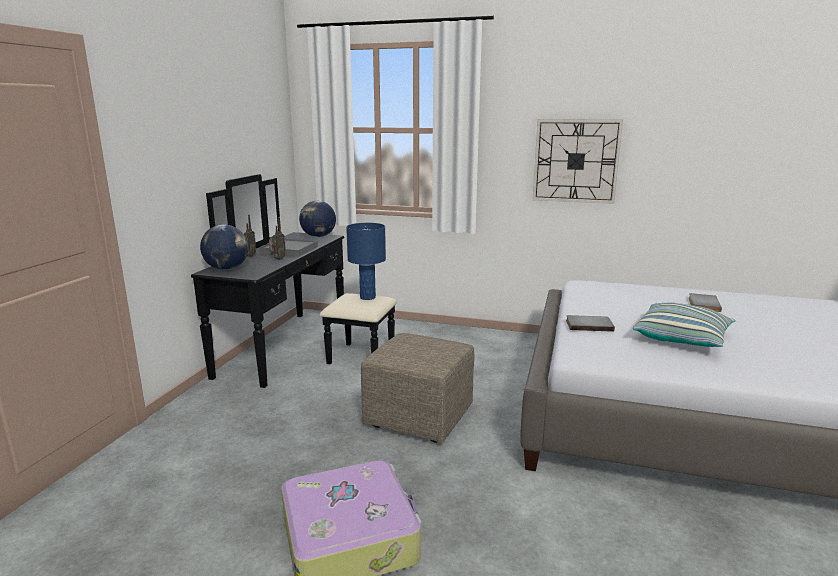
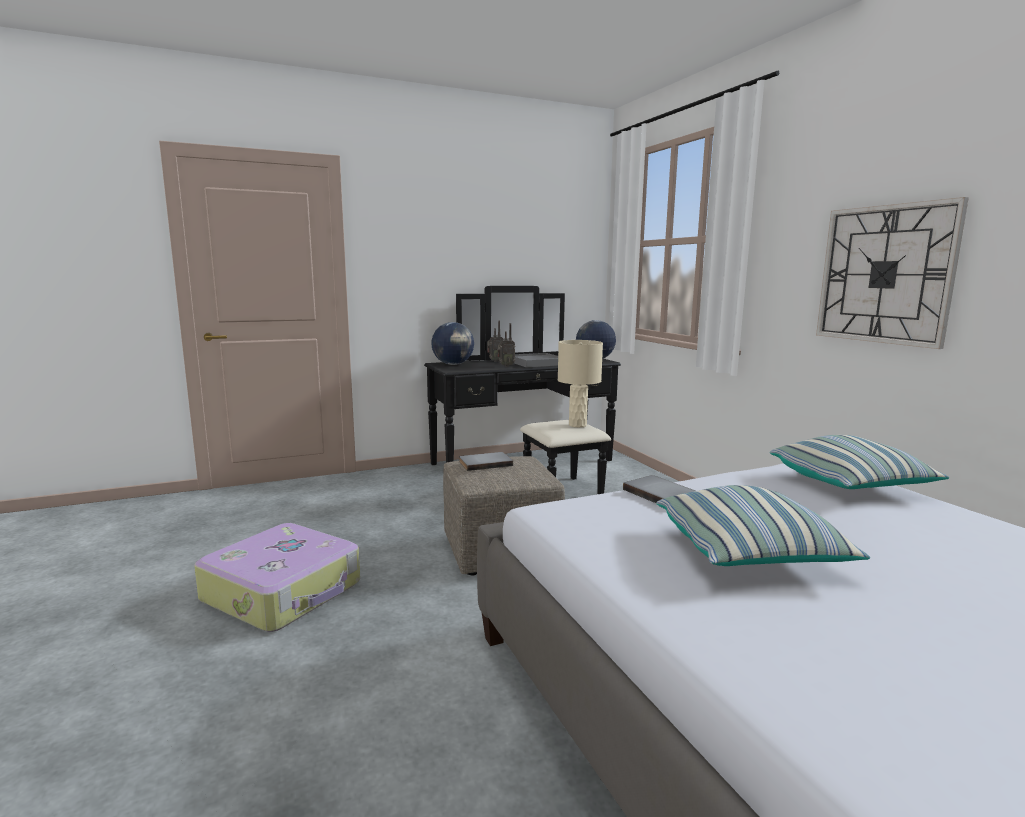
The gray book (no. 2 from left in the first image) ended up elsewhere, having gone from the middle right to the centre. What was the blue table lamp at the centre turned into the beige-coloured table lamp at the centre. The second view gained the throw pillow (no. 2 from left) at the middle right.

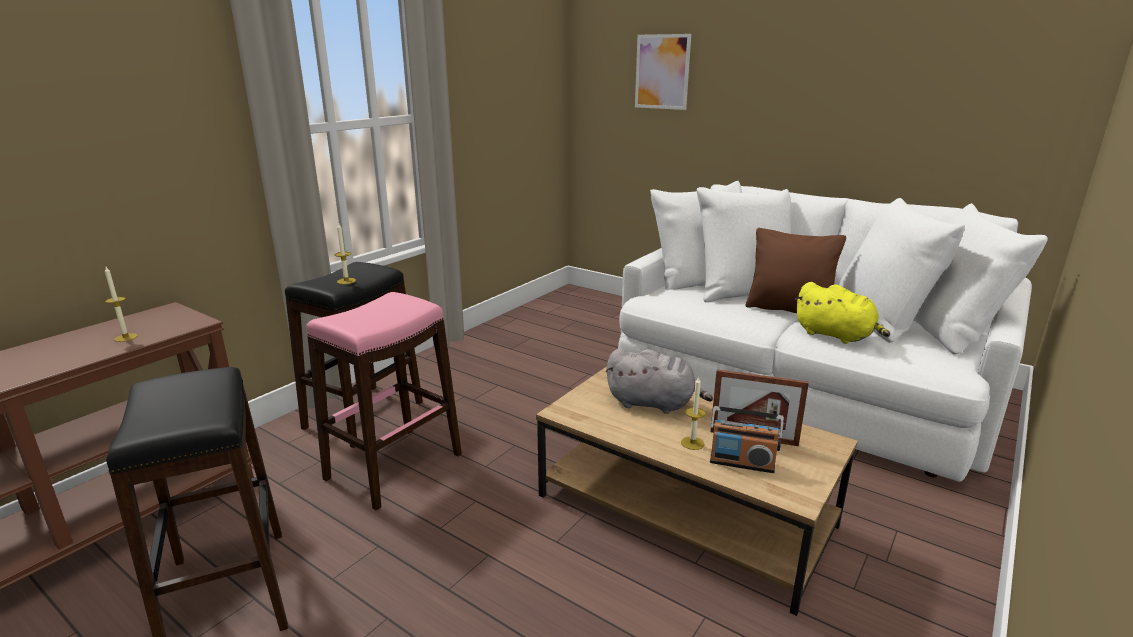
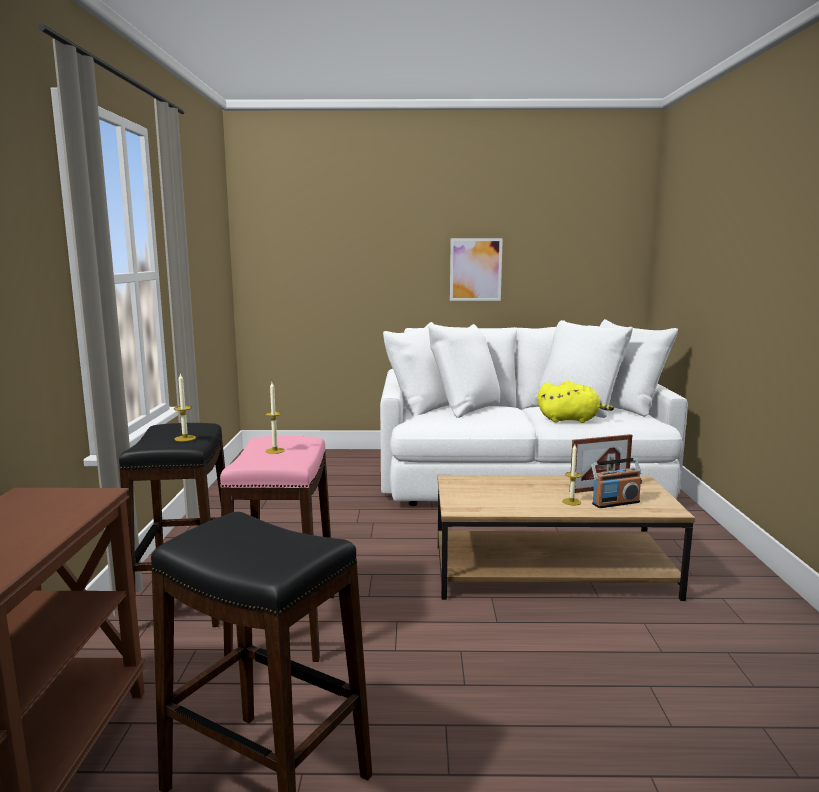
The wax light (no. 1 from left in the first image) ended up elsewhere, having gone from the middle left to the centre. The picture ended up elsewhere, having gone from the top centre to the centre. The second view lost the gray soft toy at the centre. The second view lost the brown-coloured throw pillow at the middle right.

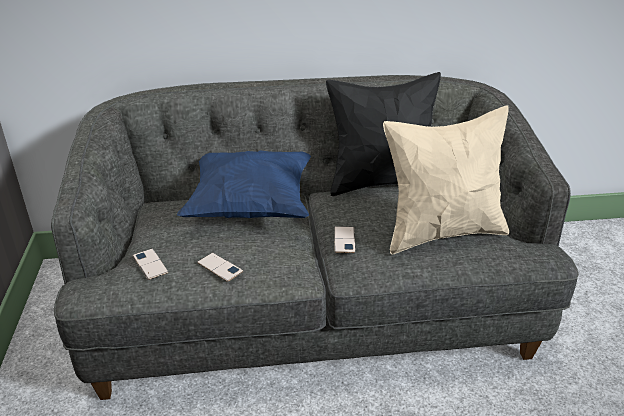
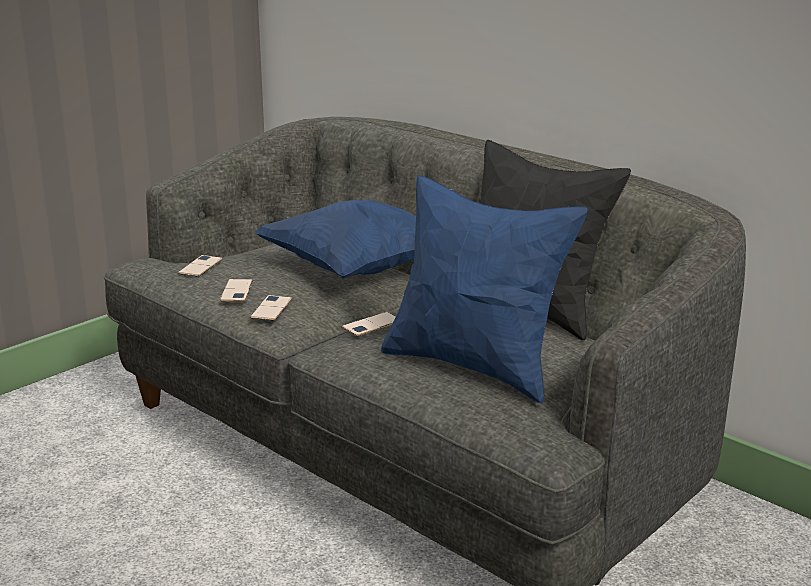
The second view gained the telephone (no. 3 from left) at the centre. What was the beige-coloured throw pillow at the middle right turned into the blue throw pillow (no. 2 from left) at the centre.

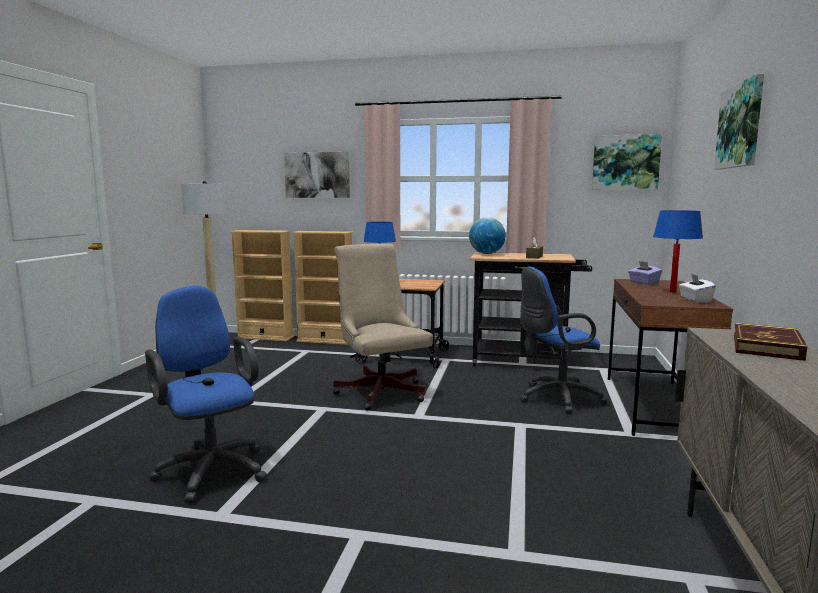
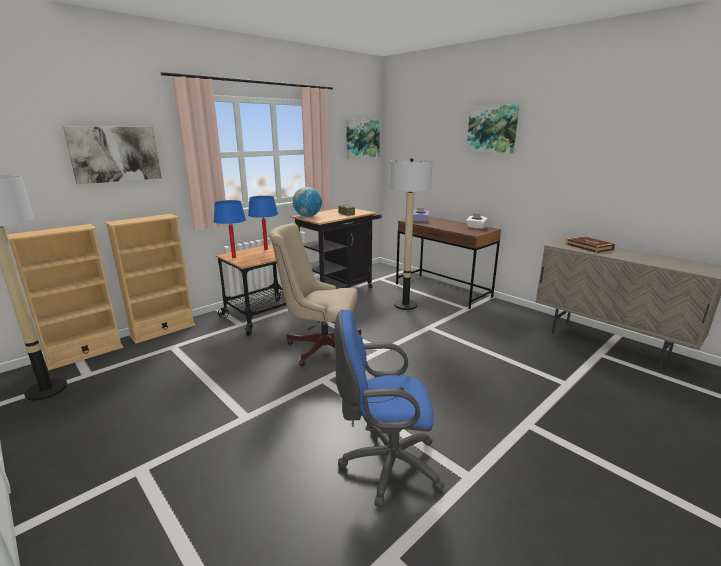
The blue table lamp (no. 2 from left) ended up elsewhere, having gone from the middle right to the centre. Where the blue office chair (no. 2 from left) stood at the middle right, the floor lamp (no. 2 from left) came to stand at the centre.

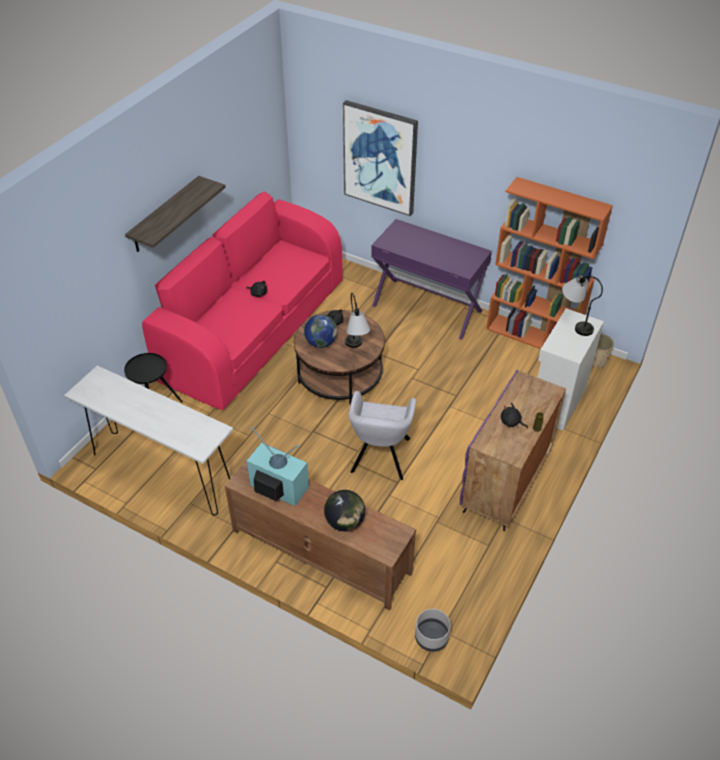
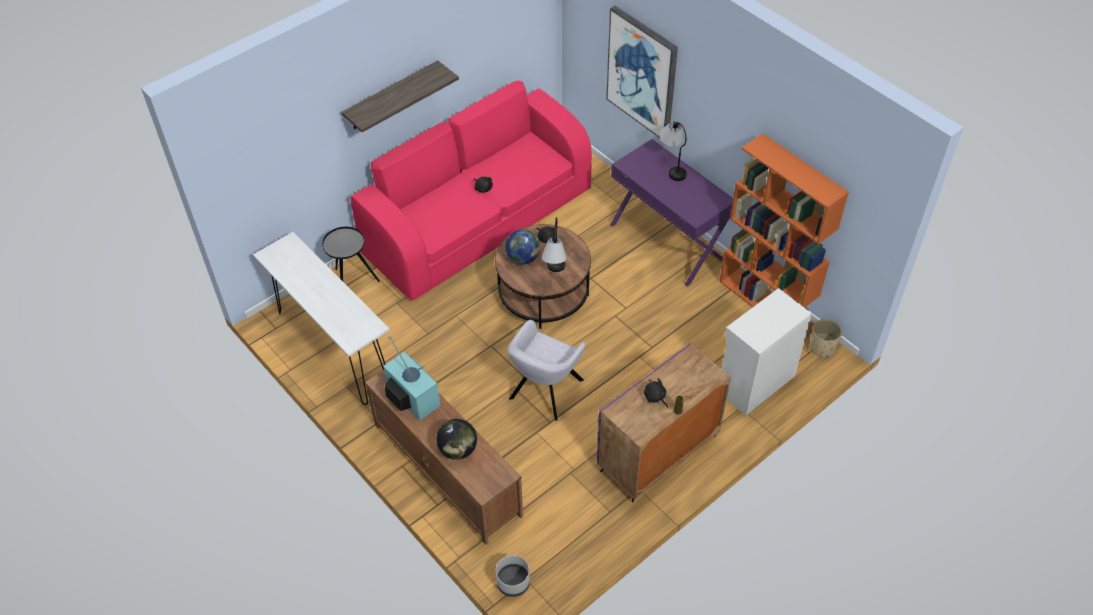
The table lamp (no. 2 from left) ended up elsewhere, having gone from the middle right to the top centre.

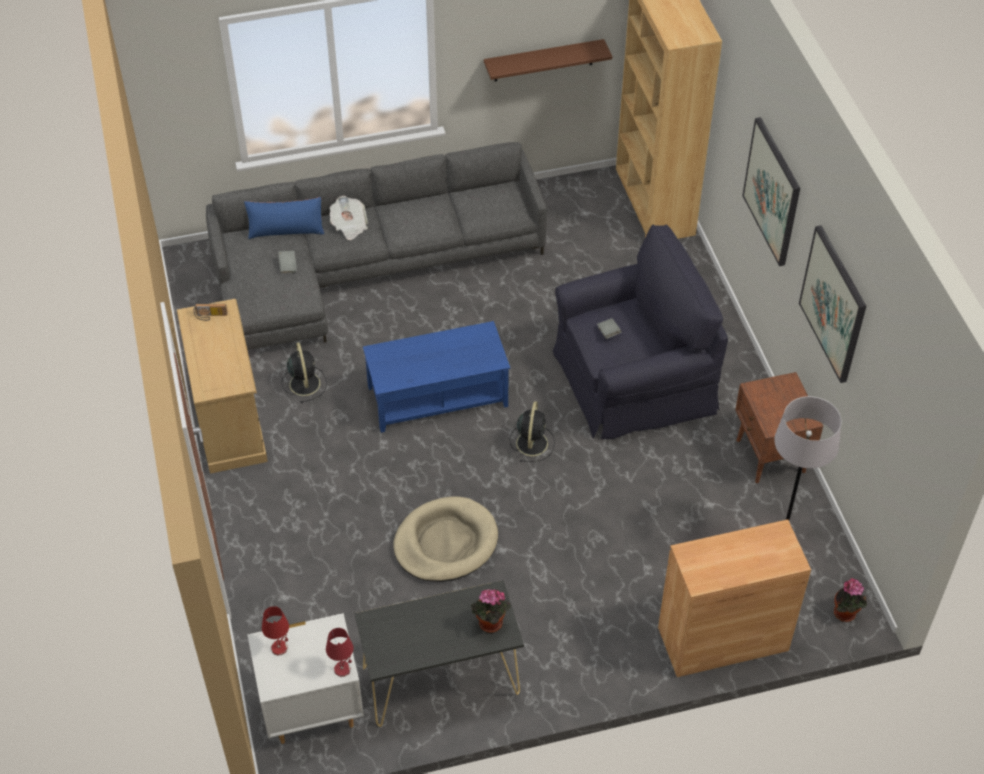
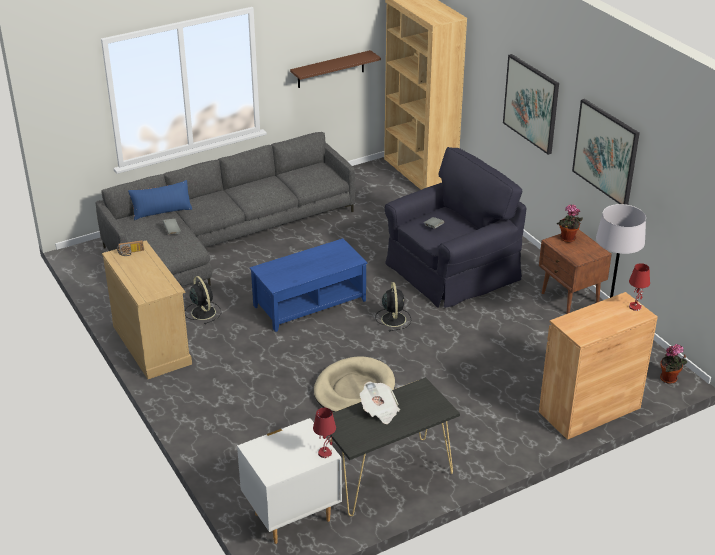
The daily paper ended up elsewhere, having gone from the top centre to the bottom centre. The potted plant (no. 1 from left) ended up elsewhere, having gone from the bottom centre to the middle right. The red-coloured table lamp (no. 1 from left in the first image) ended up elsewhere, having gone from the bottom left to the middle right.

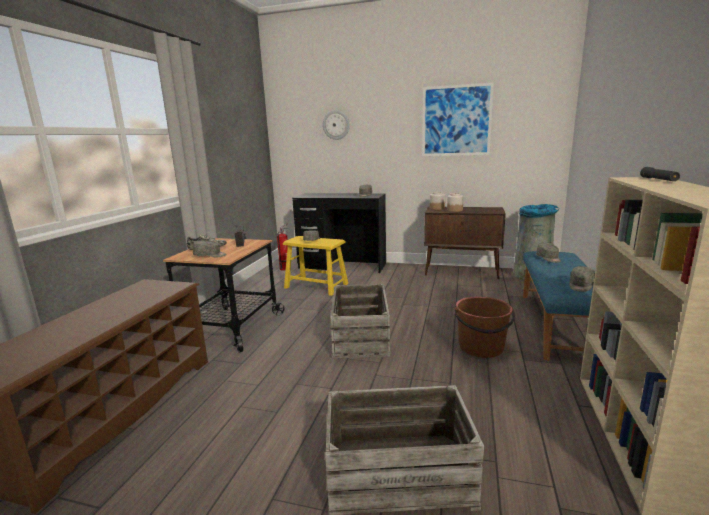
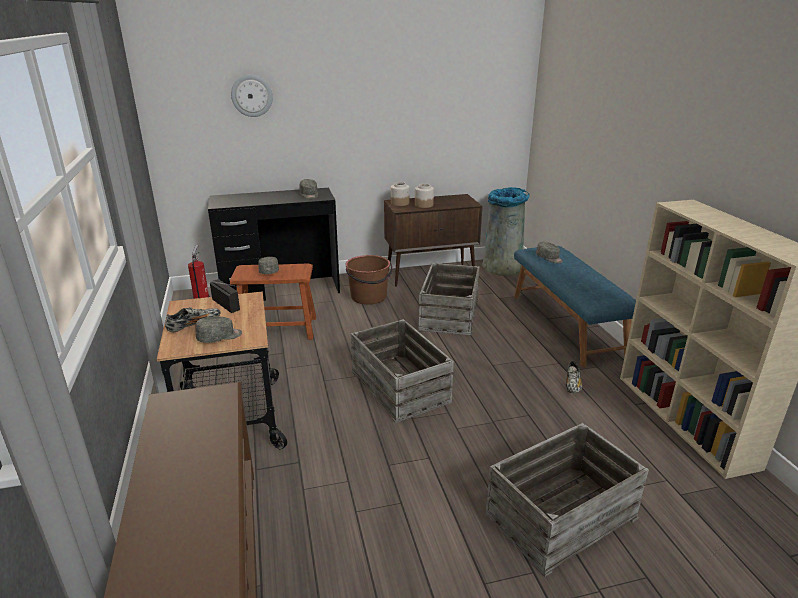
What was the yellow-coloured stool at the centre turned into the brown-coloured stool at the centre. The brown-coloured bucket ended up elsewhere, having gone from the middle right to the centre. The second view gained the crate (no. 2 from left) at the centre. The second view gained the low shoe (no. 2 from left) at the middle right. The second view lost the picture at the top centre. The second view lost the gray baseball cap (no. 5 from left) at the middle right. The second view lost the black-coloured flashlight at the middle right.

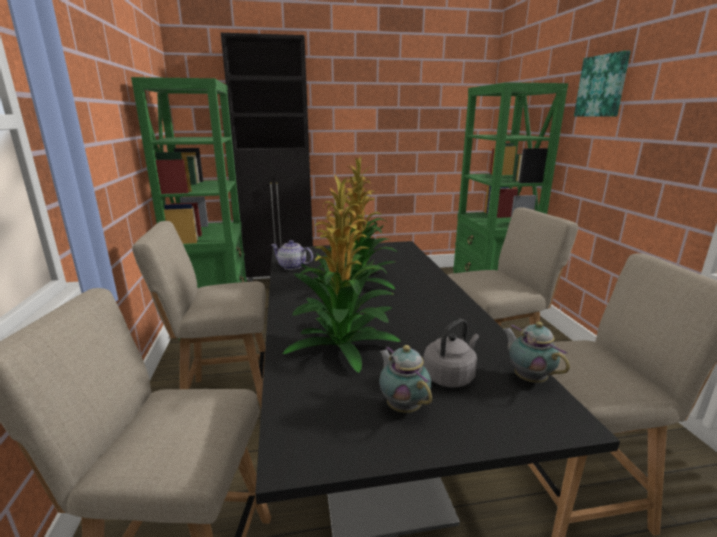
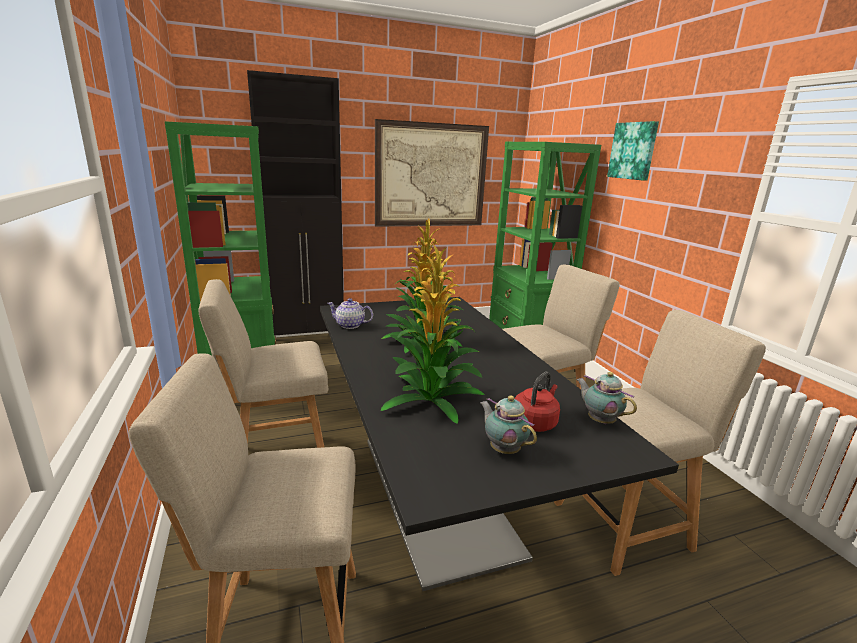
The second view gained the picture (no. 1 from left) at the top centre. What was the gray kettle at the centre turned into the red-coloured kettle at the centre.

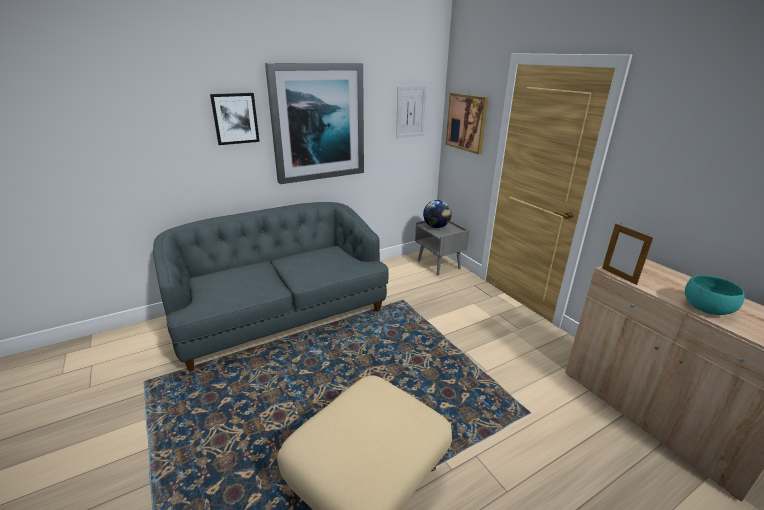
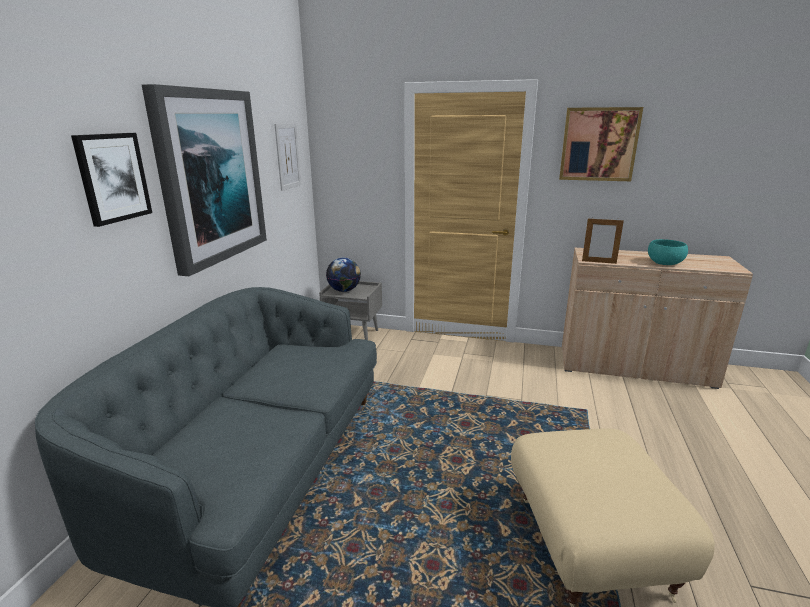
The picture (no. 4 from left) ended up elsewhere, having gone from the top centre to the top right.

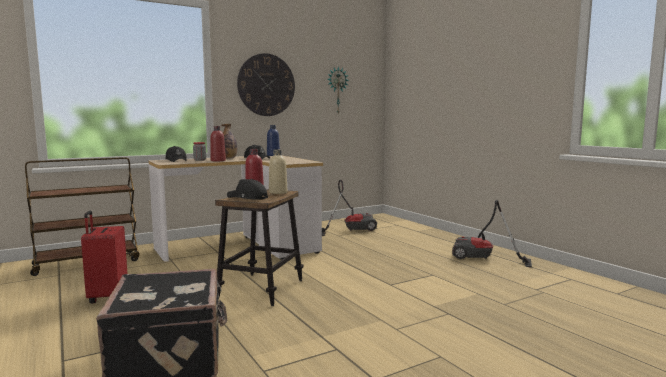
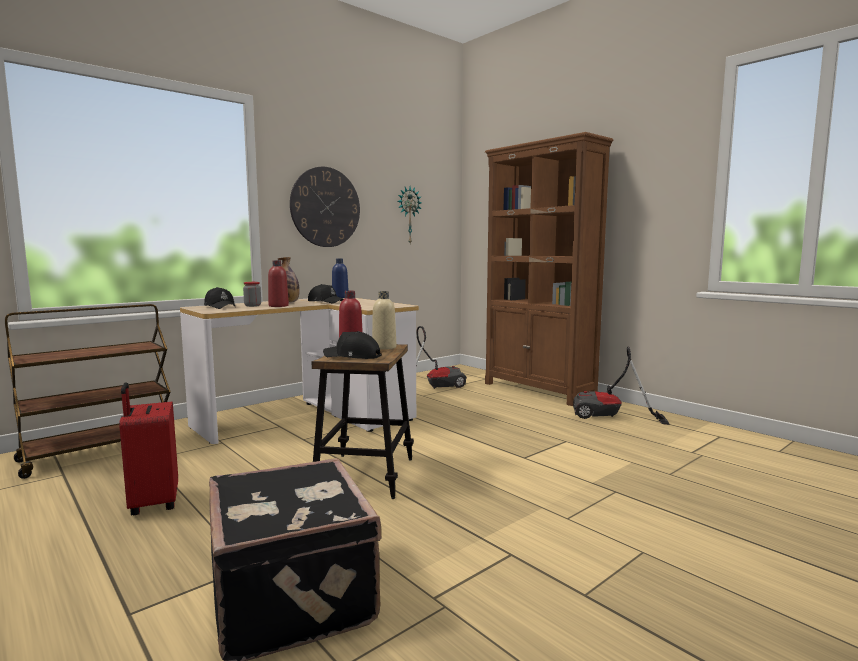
The second view gained the brown-coloured shelving unit at the centre.

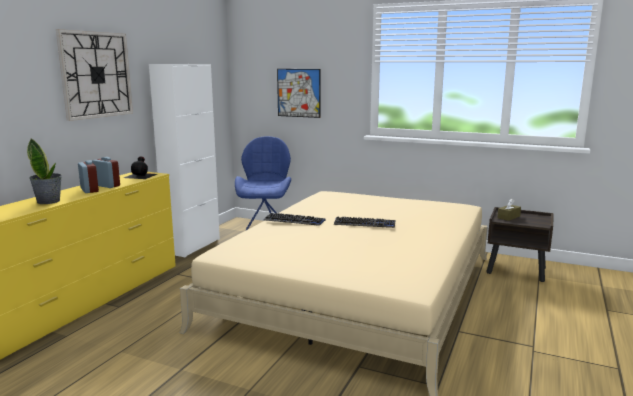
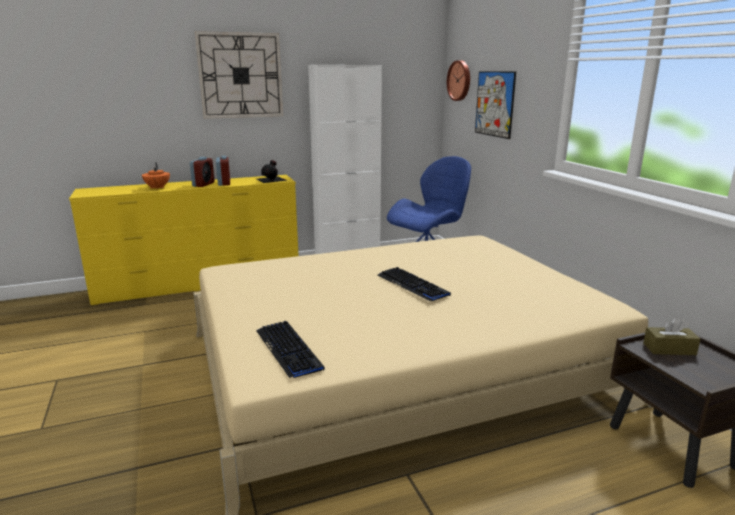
Where the potted plant stood at the middle left, the orangey teapot came to stand at the middle left. The PC keyboard (no. 1 from left) ended up elsewhere, having gone from the centre to the bottom centre. The second view gained the clock on the wall (no. 2 from left) at the top centre.

